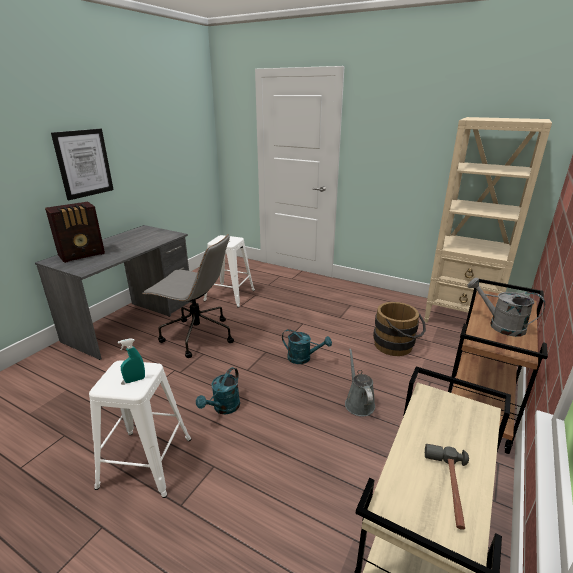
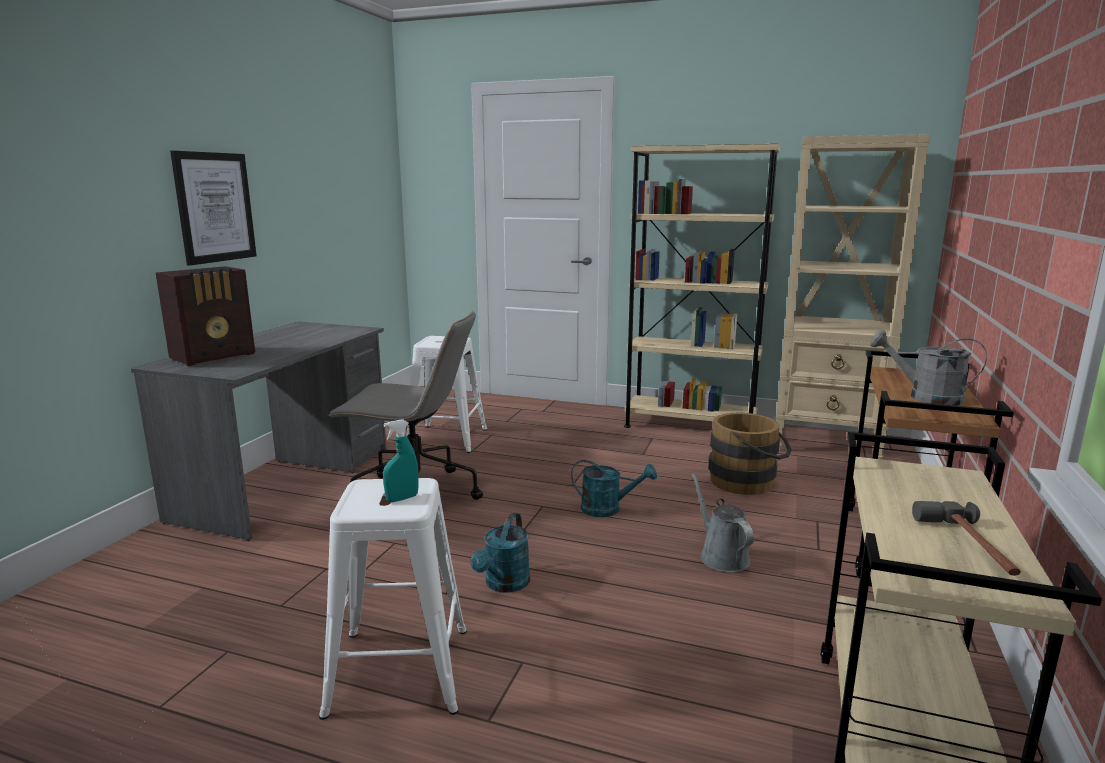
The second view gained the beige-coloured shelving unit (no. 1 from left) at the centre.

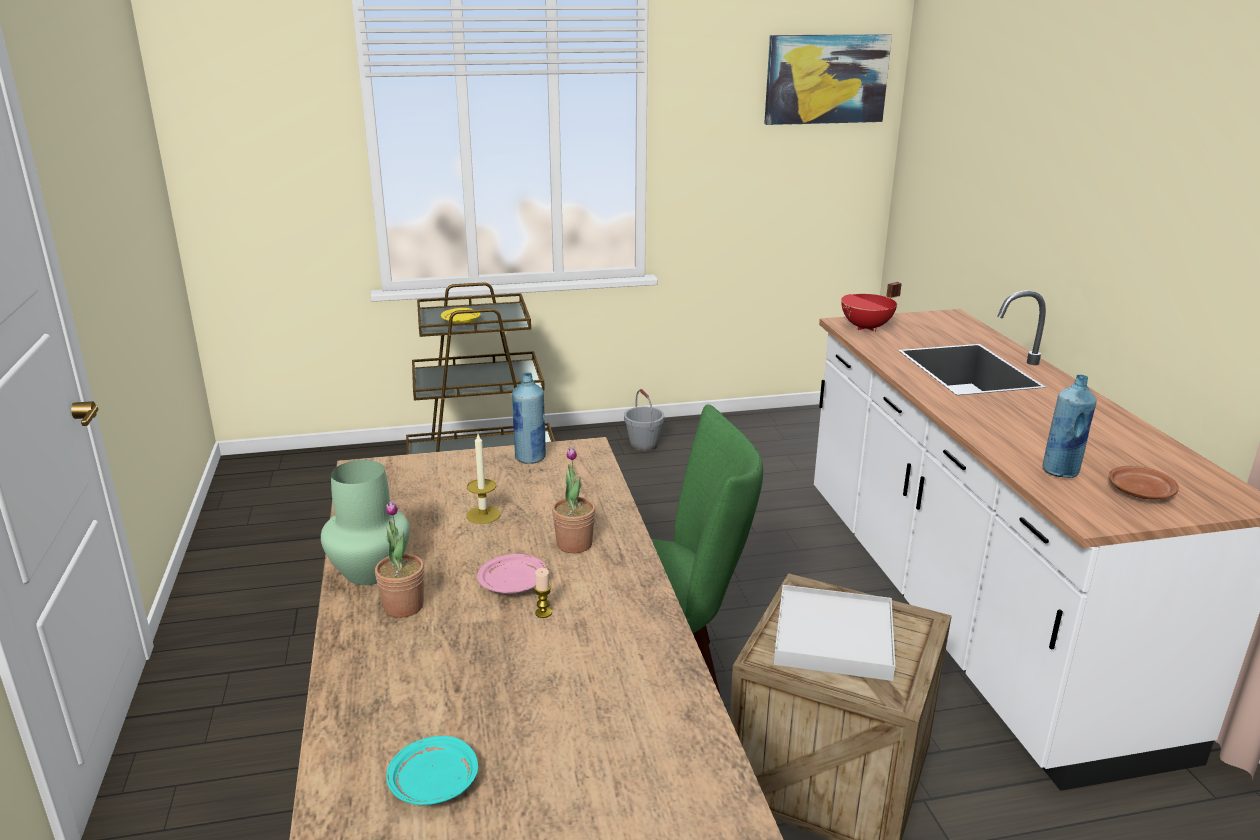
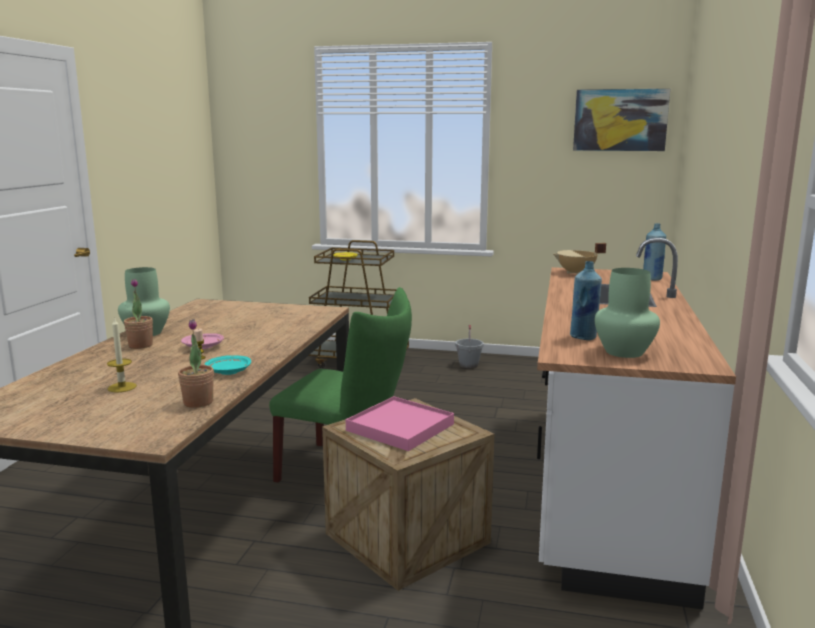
The wax light (no. 1 from left) ended up elsewhere, having gone from the centre to the middle left. The potted plant (no. 2 from left) ended up elsewhere, having gone from the centre to the middle left. The blue-green dinner plate ended up elsewhere, having gone from the bottom centre to the middle left. What was the white-coloured tray at the bottom centre turned into the pinkish tray at the bottom centre. What was the red-coloured saucepot at the middle right turned into the beige-coloured saucepot at the middle right. Where the brown-coloured dinner plate stood at the middle right, the greenish vase (no. 2 from left) came to stand at the middle right. The blue bottle (no. 1 from left in the first image) ended up elsewhere, having gone from the centre to the middle right.

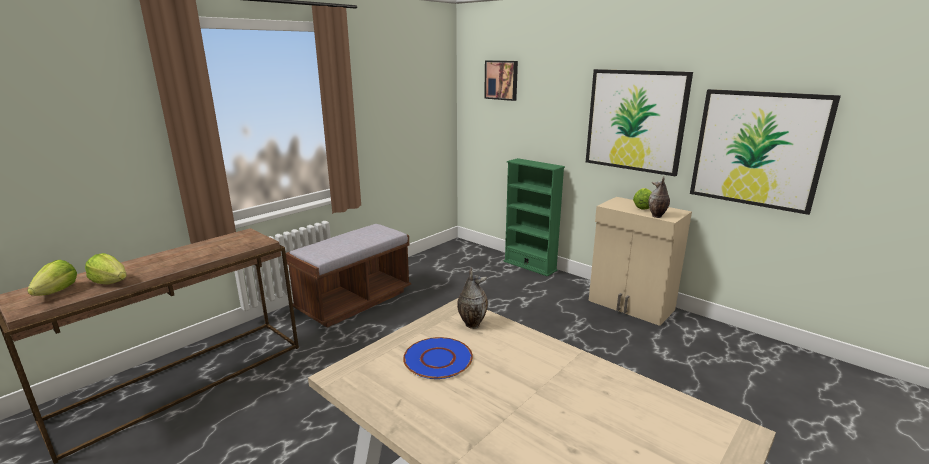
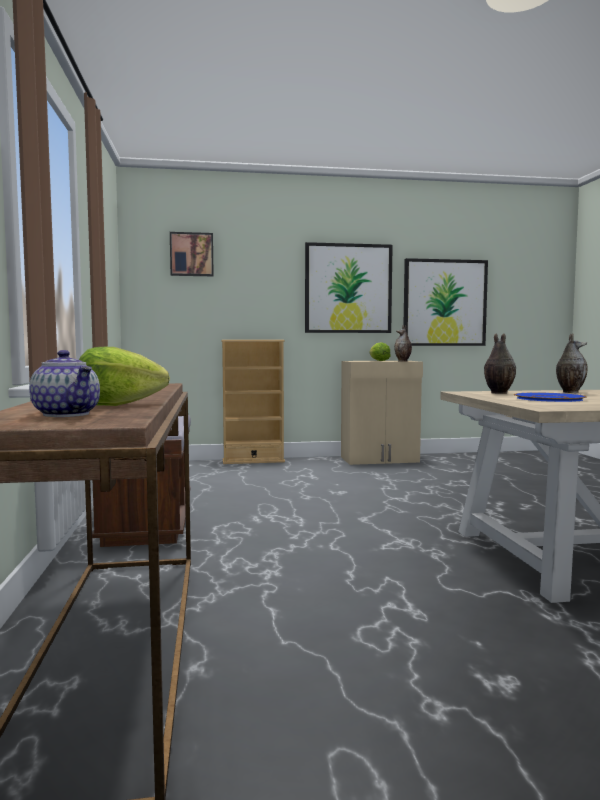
Where the head of lettuce (no. 1 from left) stood at the middle left, the teapot came to stand at the middle left. What was the greenish shelving unit at the centre turned into the beige-coloured shelving unit at the centre. The second view gained the vase (no. 3 from left) at the middle right.

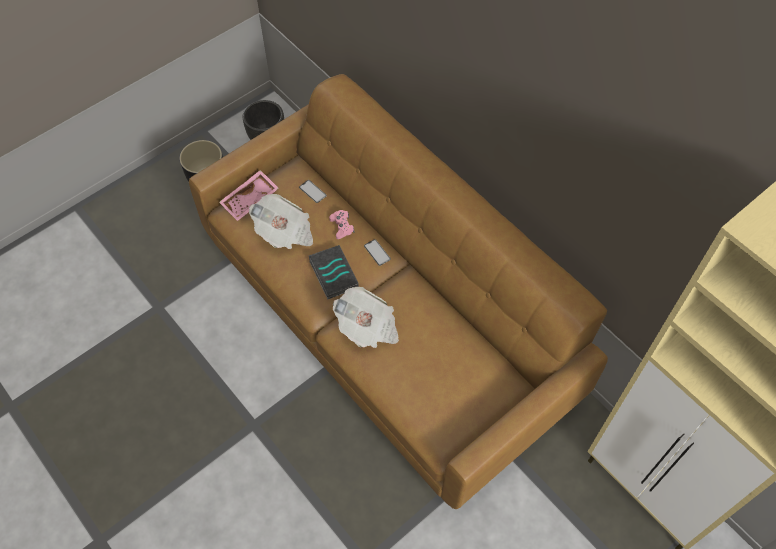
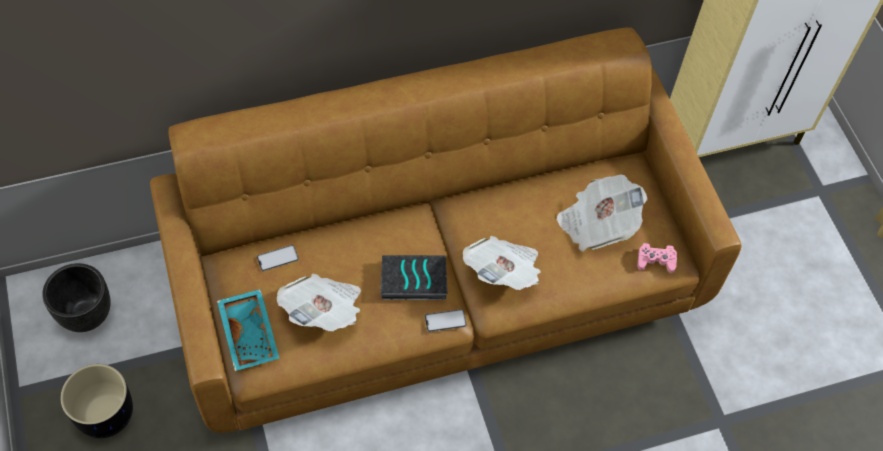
What was the pinkish tray at the middle left turned into the blue-green tray at the bottom left. The telephone (no. 2 from left) ended up elsewhere, having gone from the centre to the bottom centre. The second view gained the daily paper (no. 3 from left) at the middle right. The pinkish joypad ended up elsewhere, having gone from the centre to the middle right.

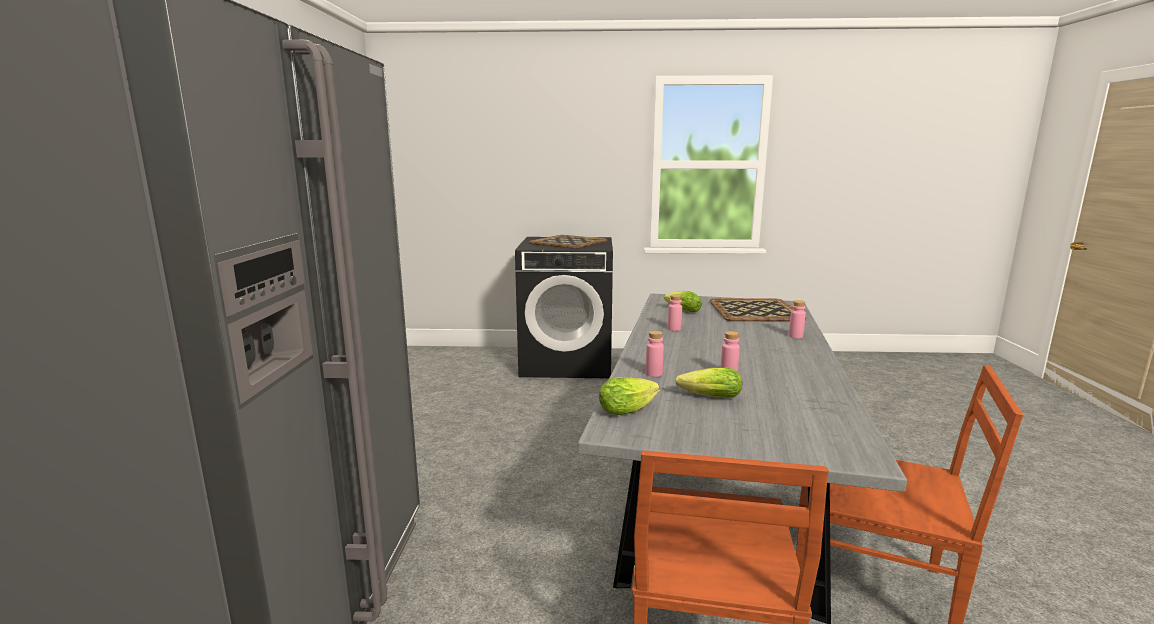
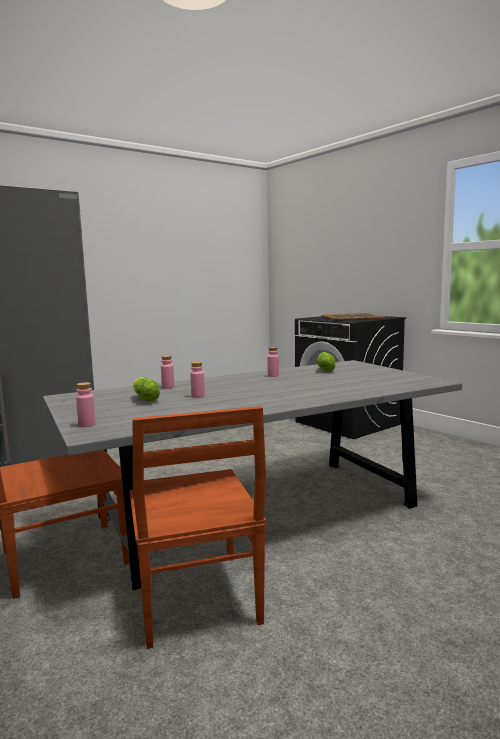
The pinkish bottle (no. 4 from left in the first image) ended up elsewhere, having gone from the middle right to the middle left. The second view lost the head of lettuce (no. 1 from left) at the centre. The second view lost the tray (no. 2 from left) at the centre.

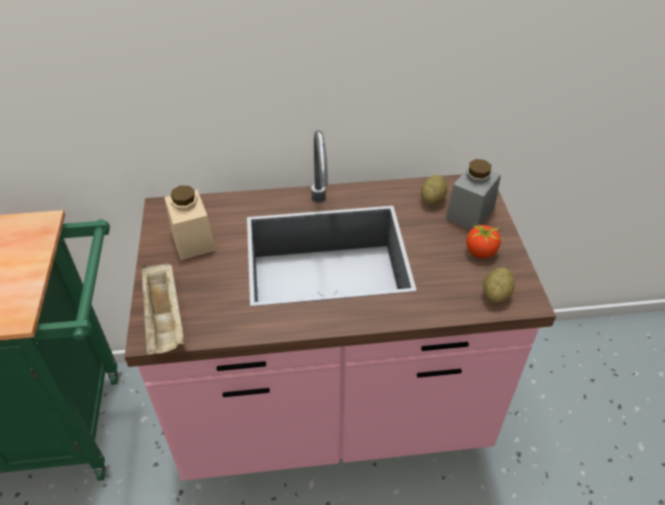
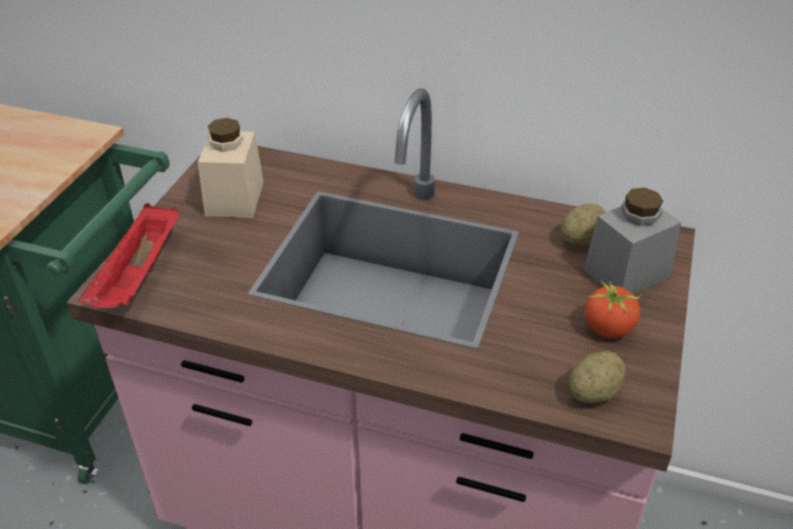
What was the beige-coloured tray at the middle left turned into the red-coloured tray at the middle left.

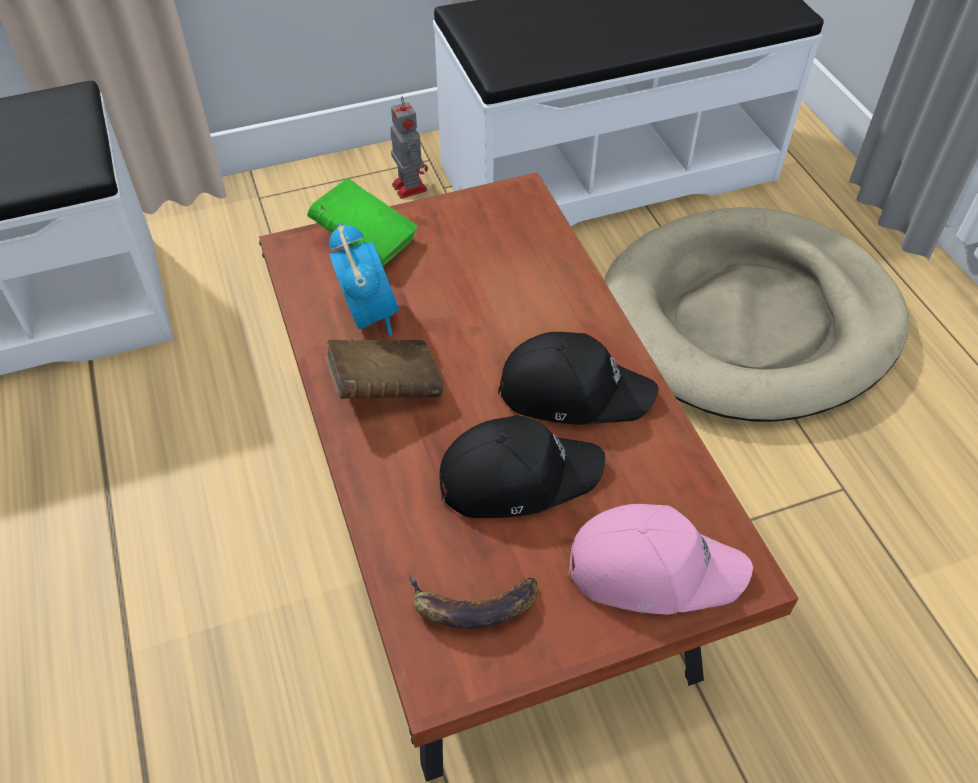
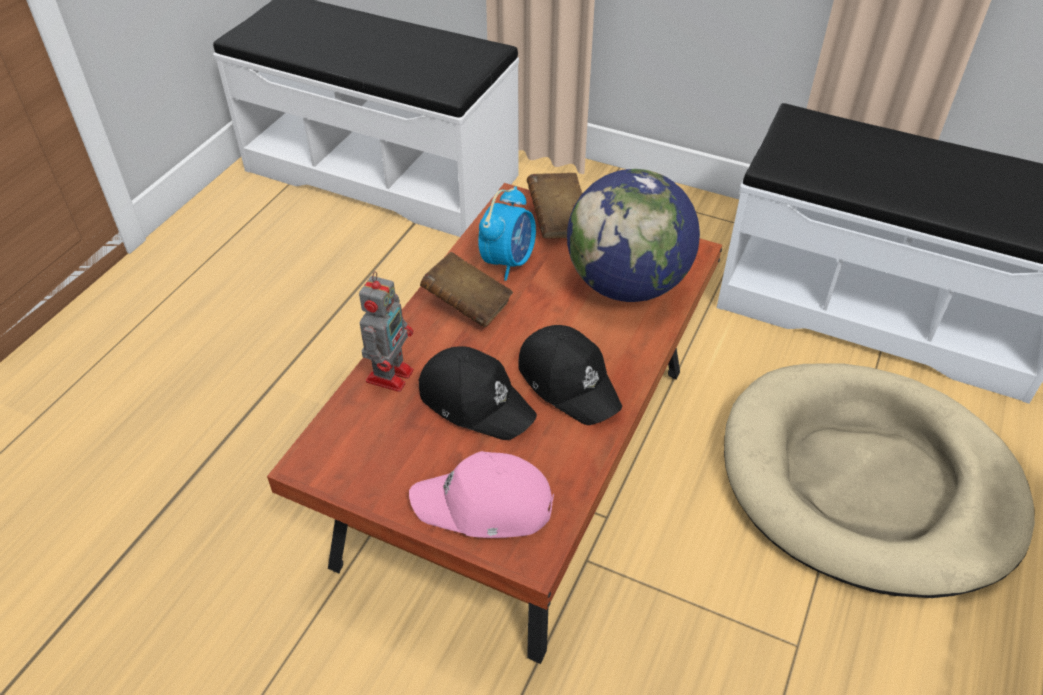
The toy robot ended up elsewhere, having gone from the top centre to the centre. The pinkish baseball cap at the bottom right ended up facing another way, 135 degrees clockwise from before. What was the greenish book at the top centre turned into the brown-coloured book (no. 2 from left) at the top centre. The second view gained the world globe at the centre. The second view lost the banana fruit at the bottom centre.

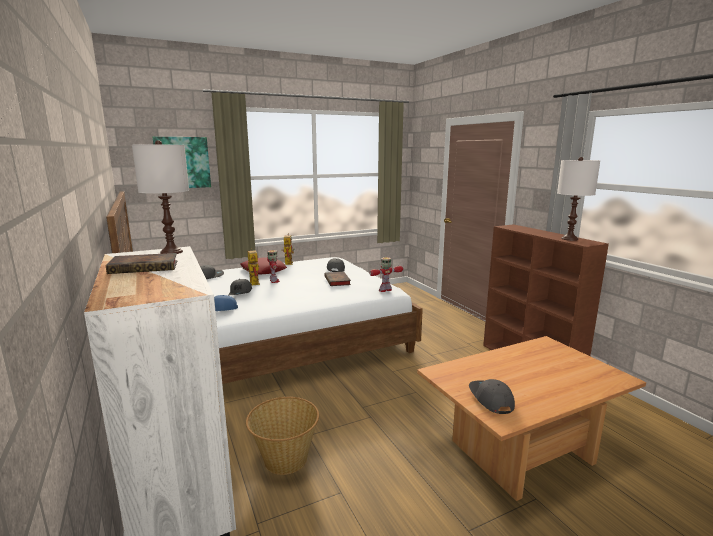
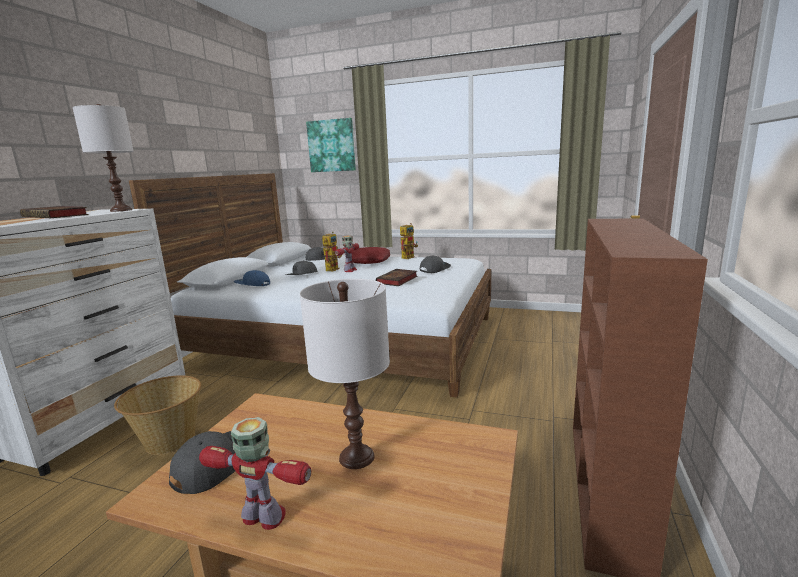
The toy robot (no. 4 from left in the first image) ended up elsewhere, having gone from the centre to the bottom left. The white-coloured table lamp (no. 2 from left) ended up elsewhere, having gone from the middle right to the centre.

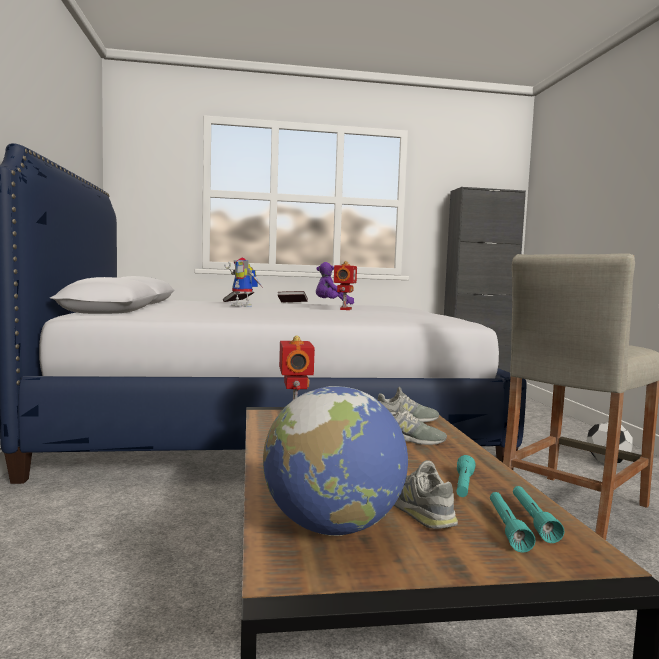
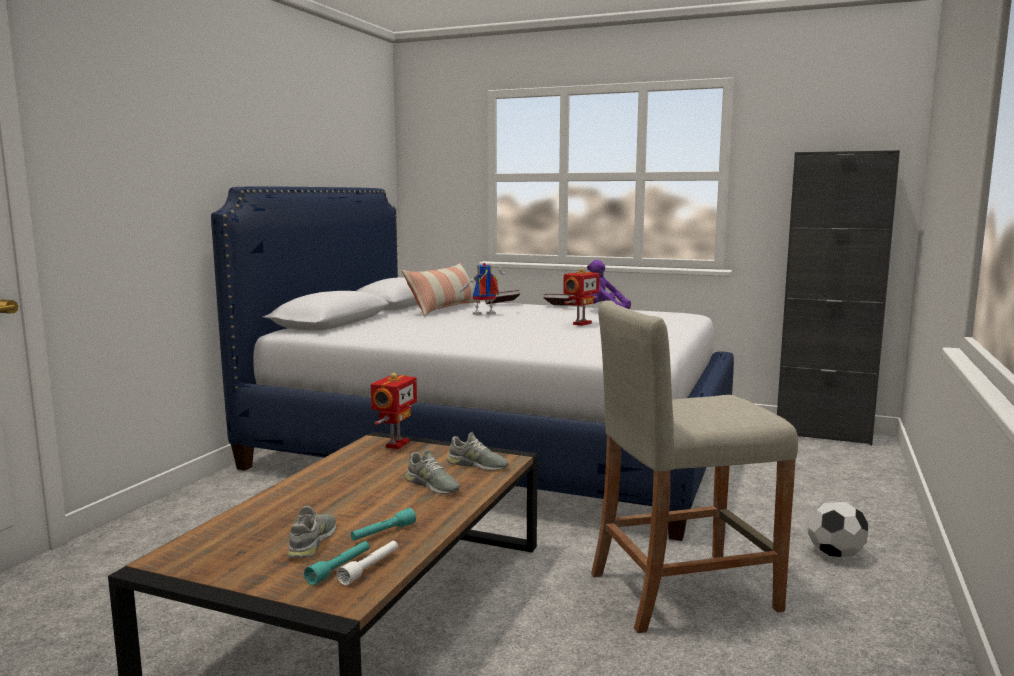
What was the blue-green flashlight (no. 3 from left) at the bottom right turned into the white-coloured flashlight at the bottom centre. The second view gained the throw pillow at the centre. The toy robot (no. 1 from left in the first image) at the centre ended up facing another way, 105 degrees clockwise from before. The second view lost the world globe at the bottom centre.

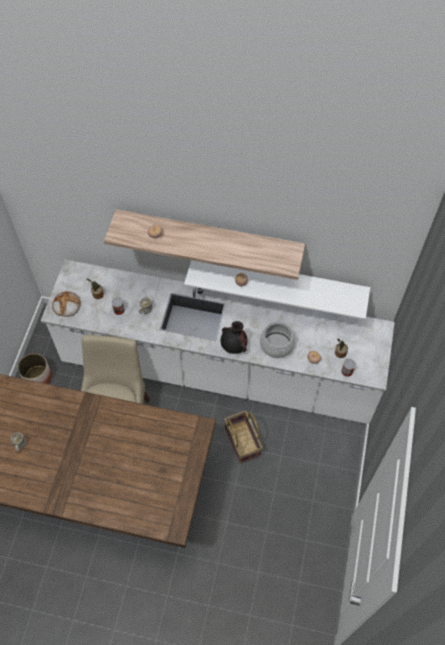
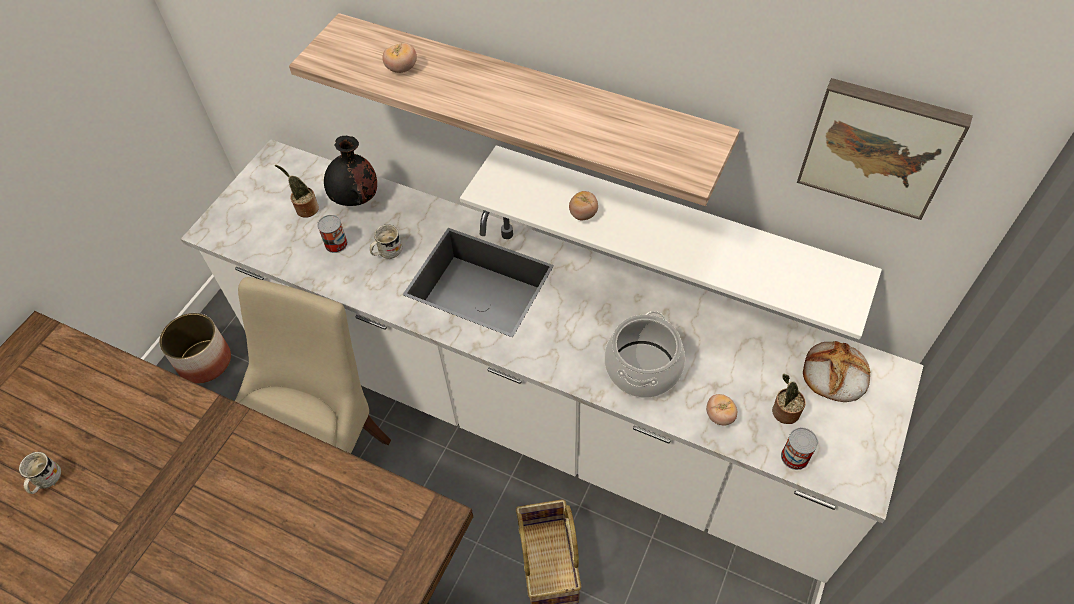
The black-coloured vase ended up elsewhere, having gone from the centre to the top left. The second view gained the picture at the top right. The baked bread ended up elsewhere, having gone from the middle left to the middle right.

